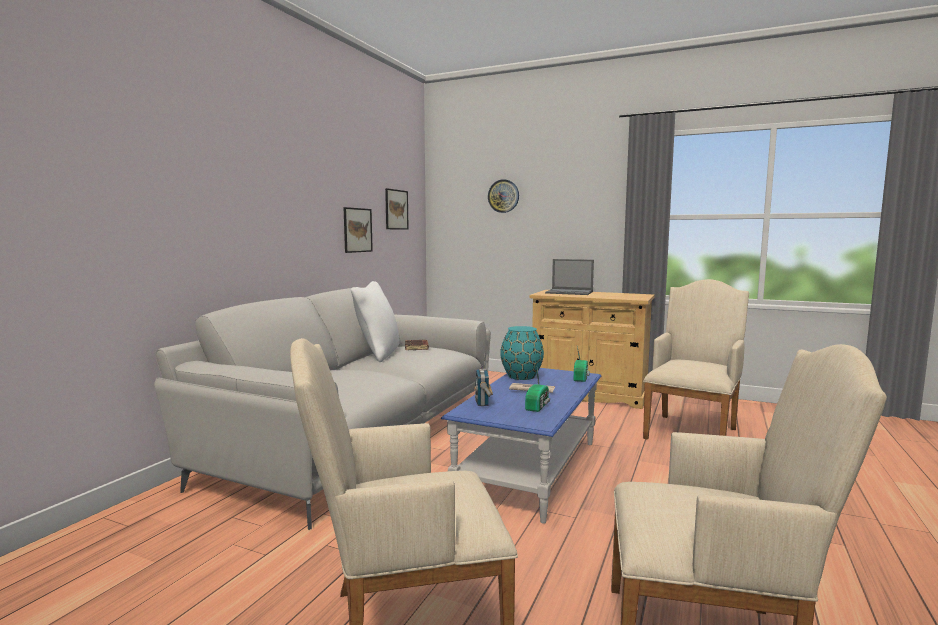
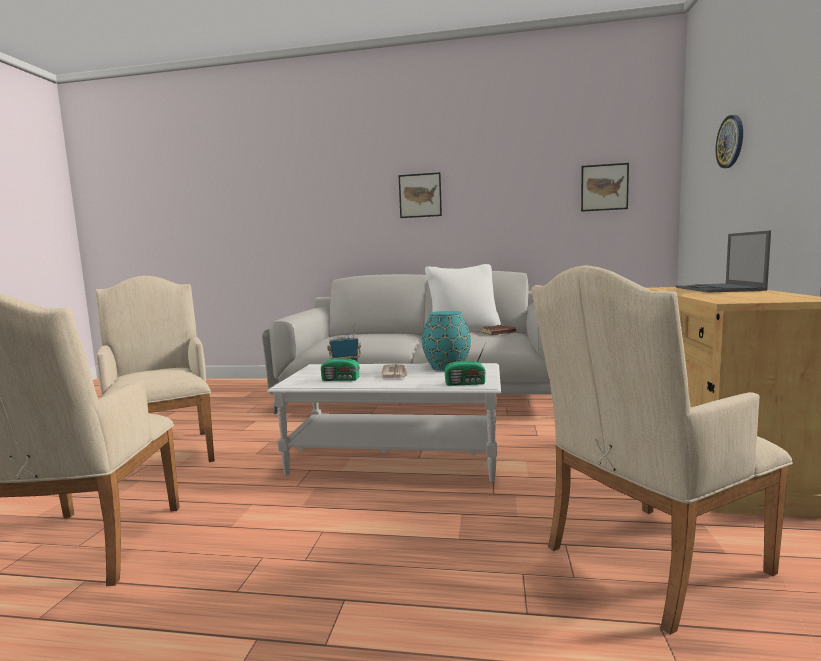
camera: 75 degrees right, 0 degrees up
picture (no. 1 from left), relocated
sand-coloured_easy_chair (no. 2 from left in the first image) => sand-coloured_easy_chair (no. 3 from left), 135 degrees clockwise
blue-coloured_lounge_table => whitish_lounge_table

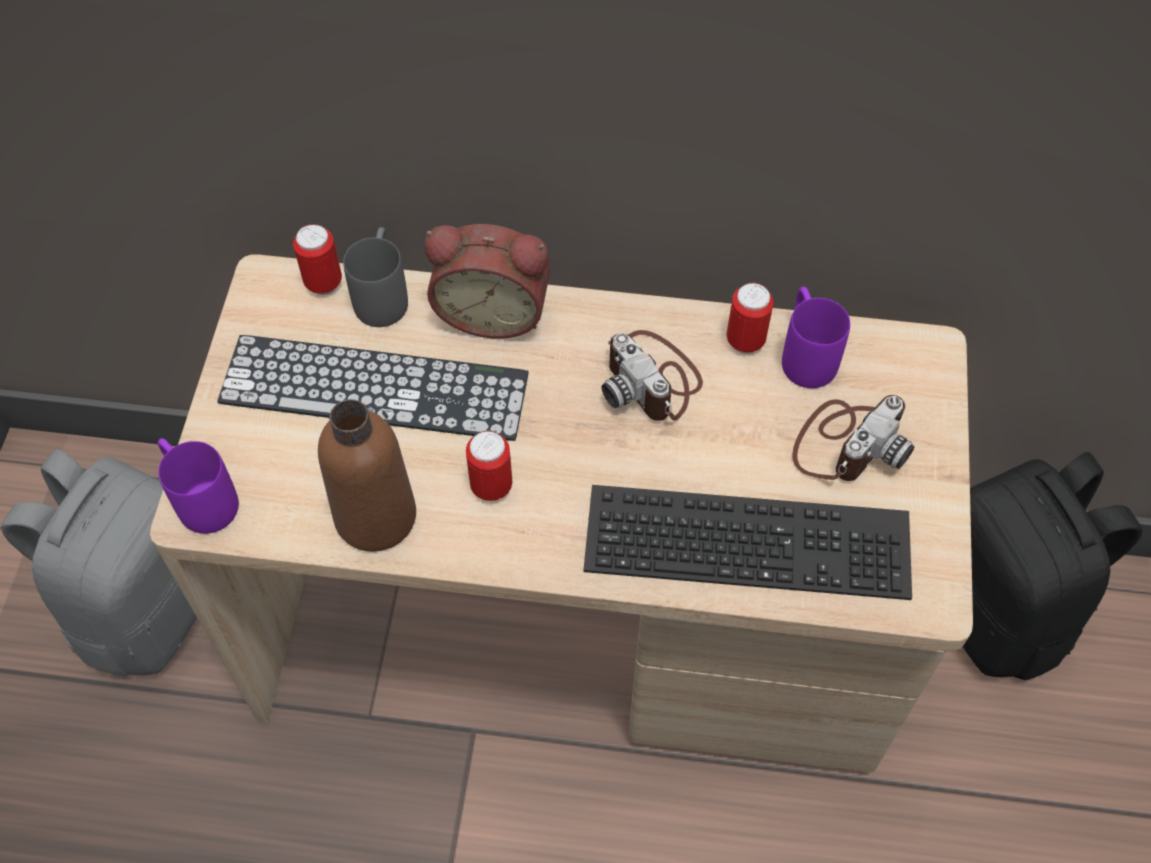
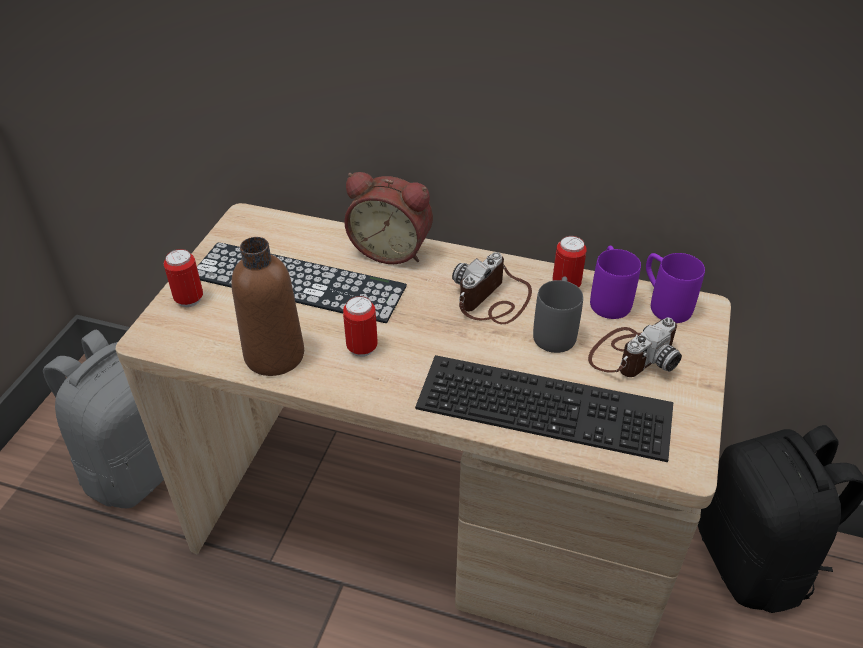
camera: 10 degrees right, 15 degrees down
metal_can (no. 1 from left), relocated
greyish_mug, relocated
still_camera (no. 1 from left), 60 degrees clockwise
purple-coloured_mug (no. 1 from left in the first image) => purple-coloured_mug (no. 2 from left), relocated

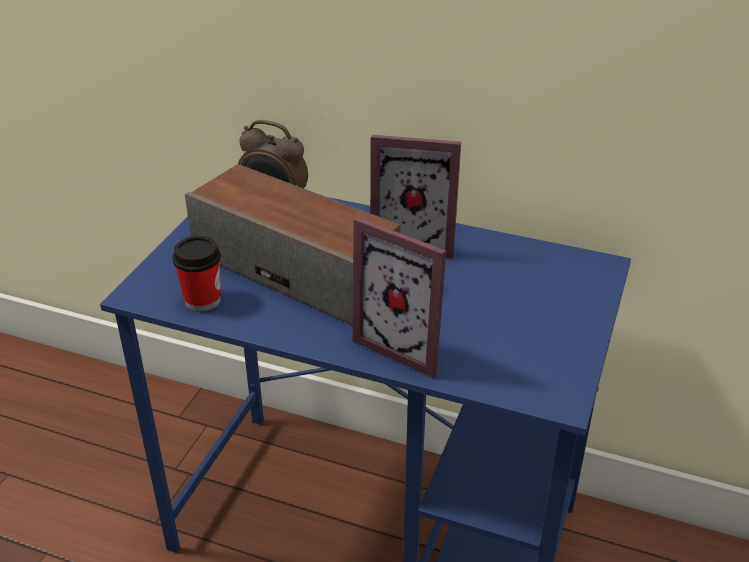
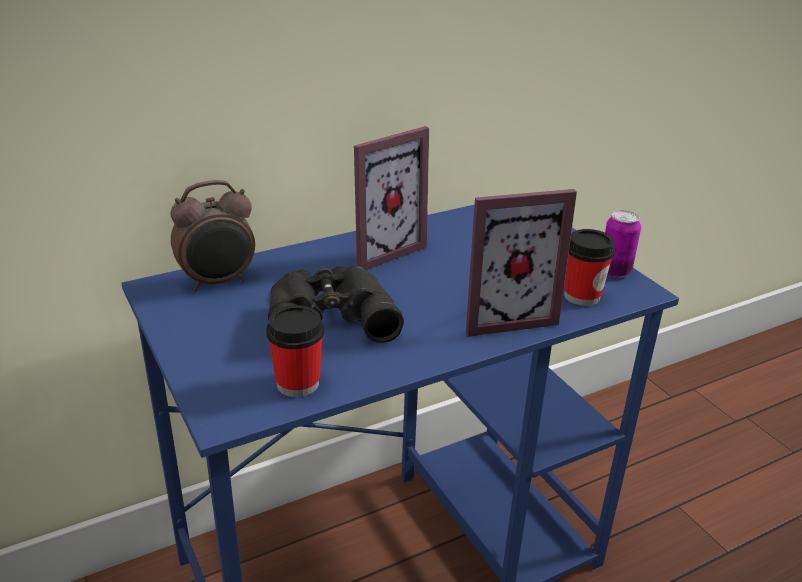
camera: 50 degrees left, 5 degrees down
audio_speaker => black-coloured_field_glasses
nothing => metal_can
nothing => cup (no. 2 from left)

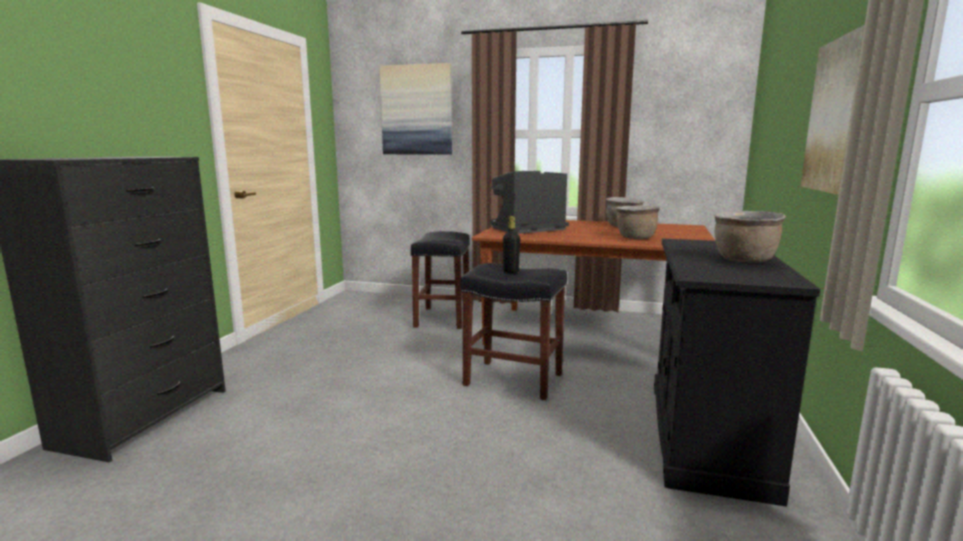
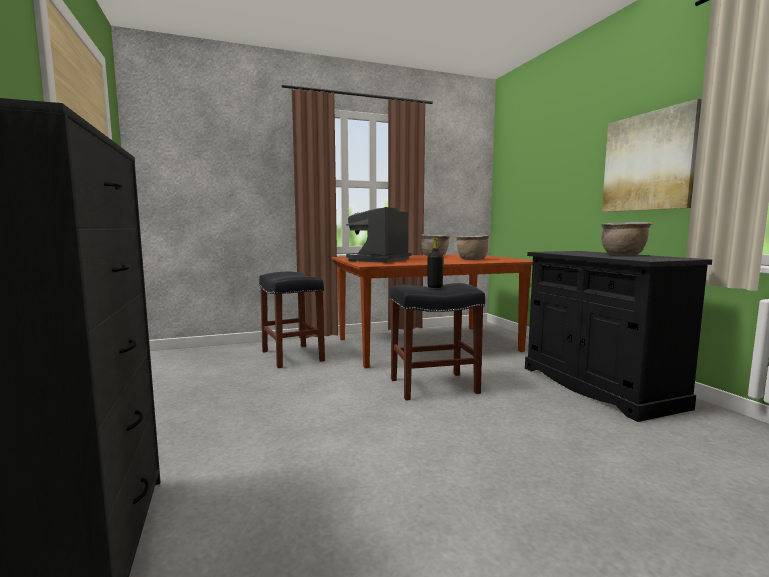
camera: 35 degrees left, 5 degrees down
picture (no. 1 from left) => nothing

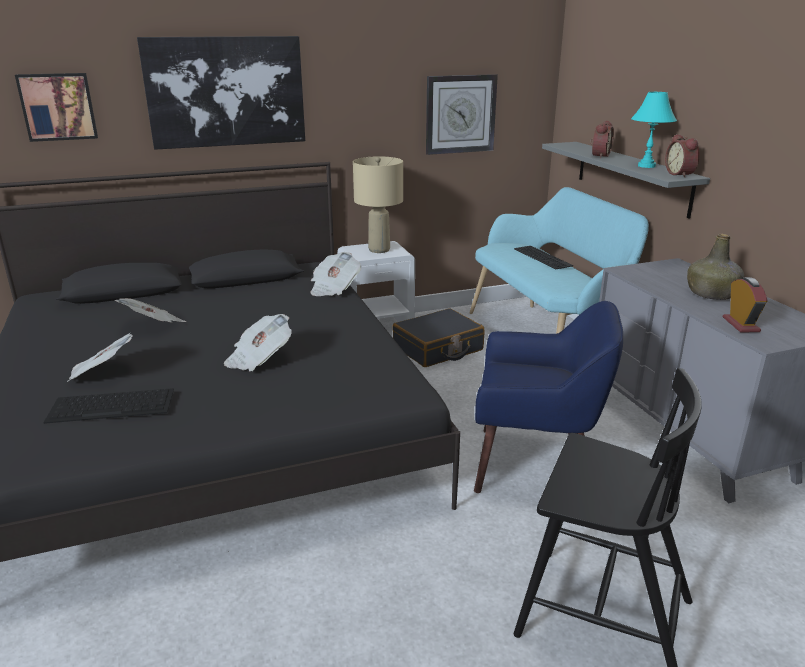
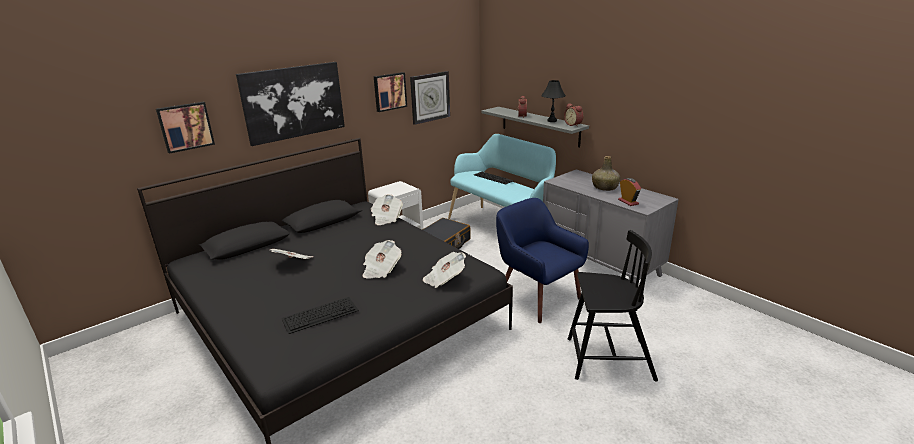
camera: 20 degrees left, 0 degrees up
blue-green_lamp_for_a_table => black-coloured_lamp_for_a_table
sand-coloured_lamp_for_a_table => nothing
blue-coloured_easy_chair, 120 degrees counterclockwise
daily_paper (no. 1 from left in the first image) => daily_paper (no. 4 from left), relocated
nothing => picture (no. 3 from left)

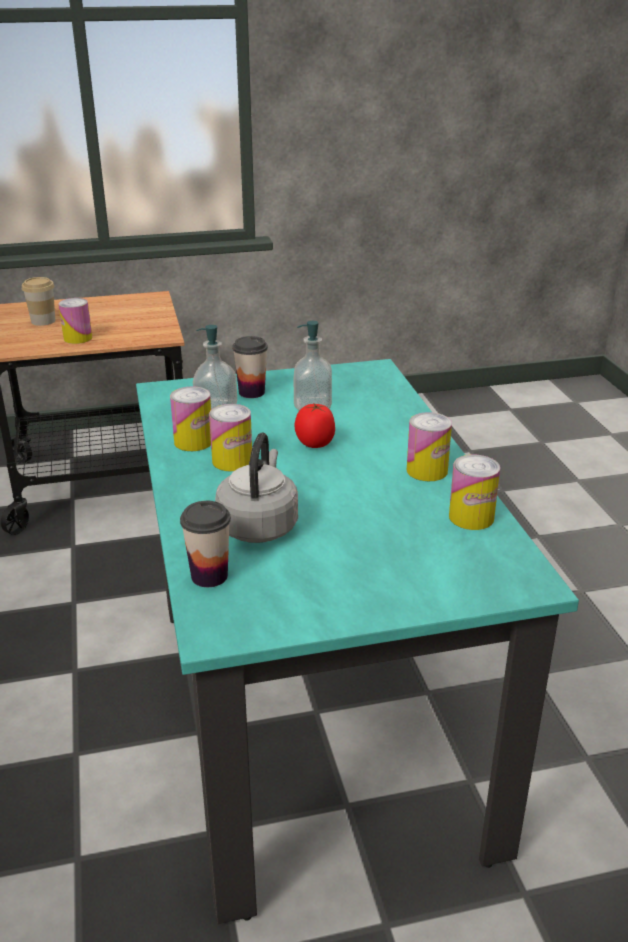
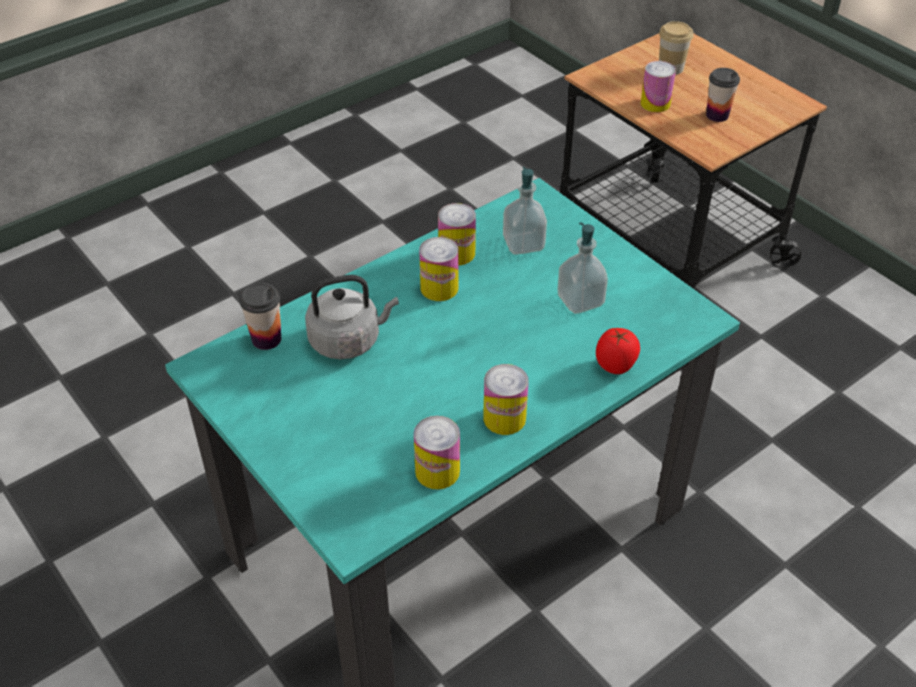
camera: 65 degrees right, 15 degrees up
cup (no. 3 from left), relocated
whole_tomato, relocated

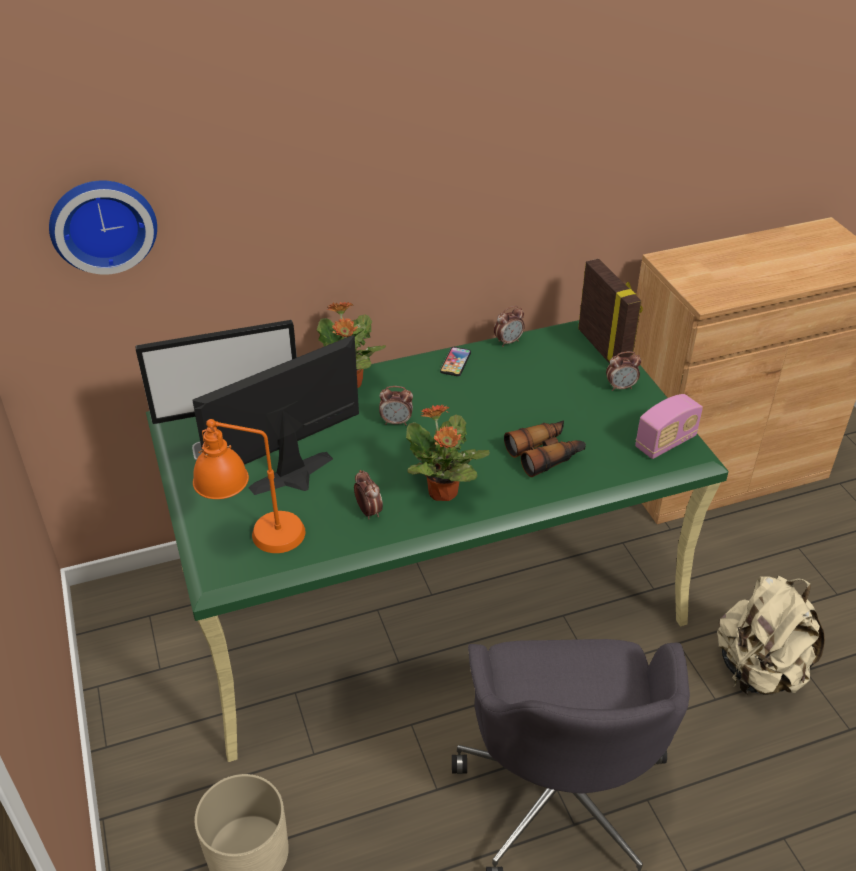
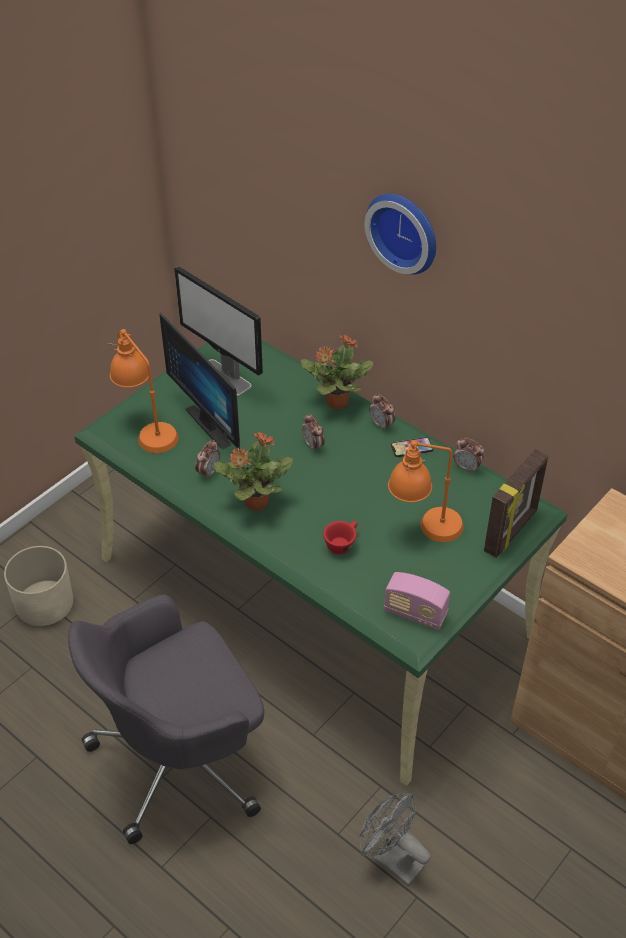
camera: 60 degrees right, 5 degrees up
wall_clock, relocated
computer_display (no. 2 from left in the first image) => computer_display (no. 1 from left), 150 degrees counterclockwise
table_clock (no. 4 from left in the first image) => table_clock (no. 3 from left), relocated
field_glasses => reddish_cup
sand-coloured_knapsack => greyish_electric_fan
nothing => orange-coloured_lamp_for_a_table (no. 2 from left)

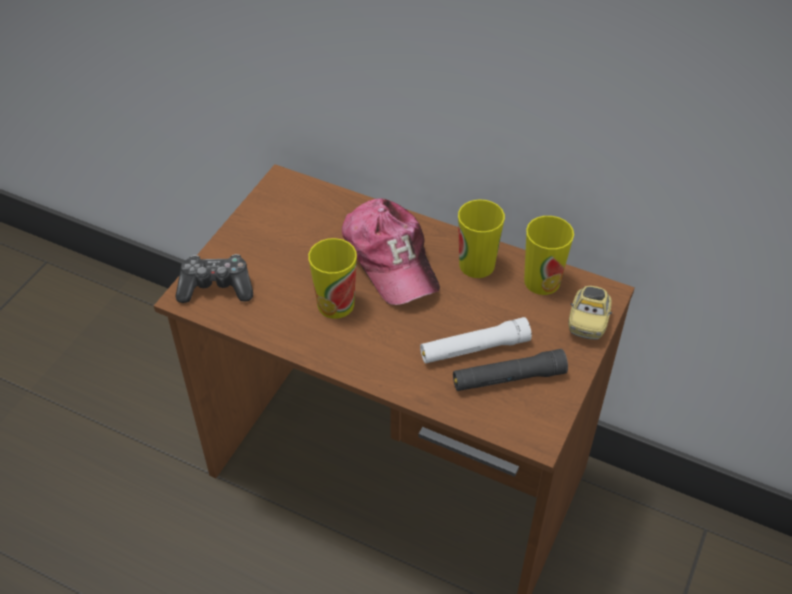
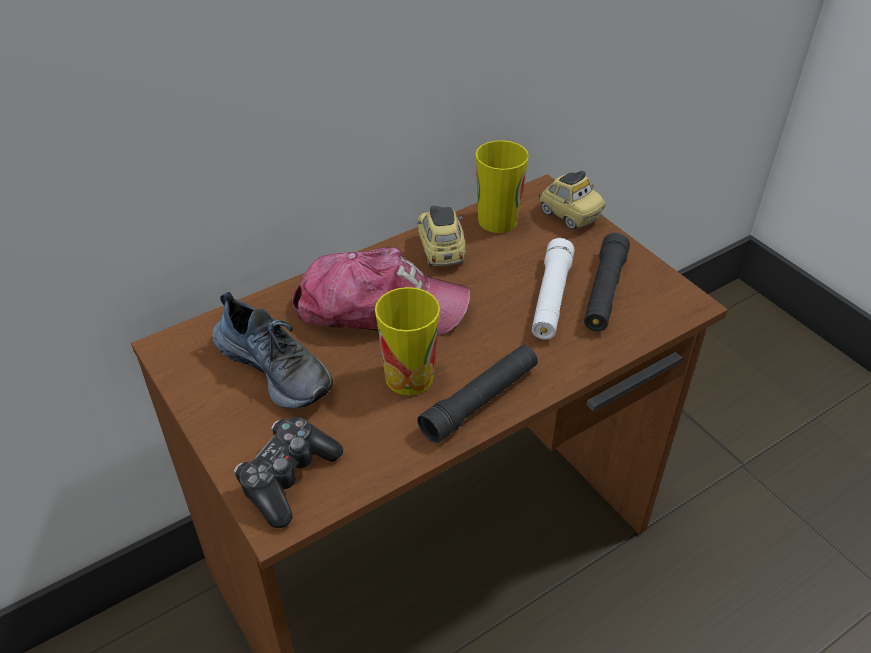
camera: 60 degrees left, 5 degrees down
cup (no. 2 from left) => model_car (no. 1 from left)
nothing => shoe
nothing => black-coloured_flashlight (no. 1 from left)

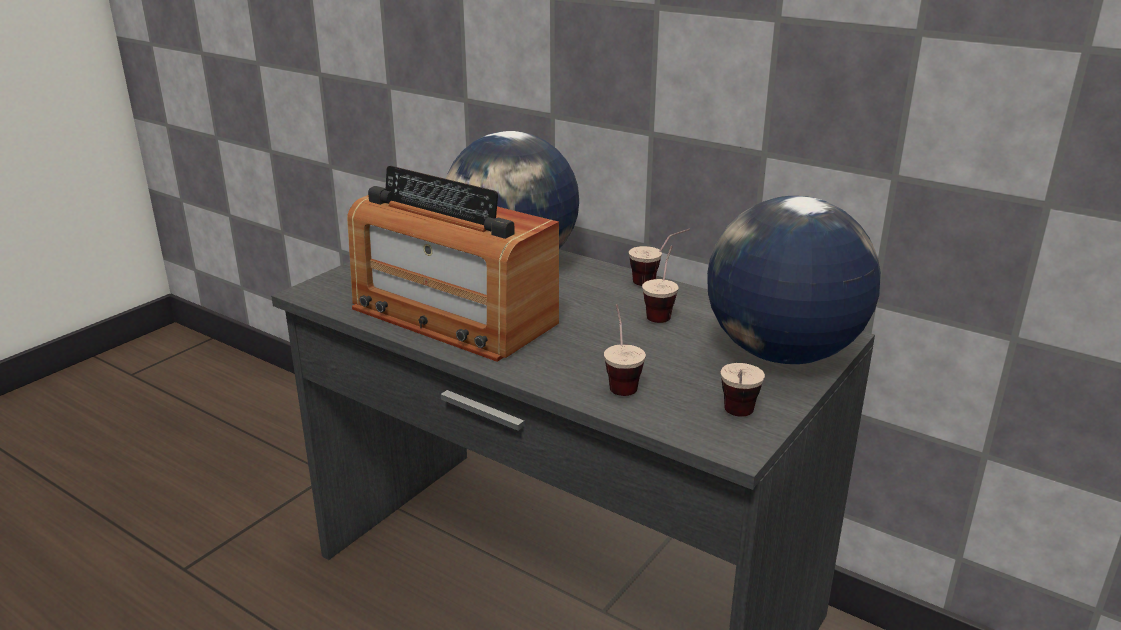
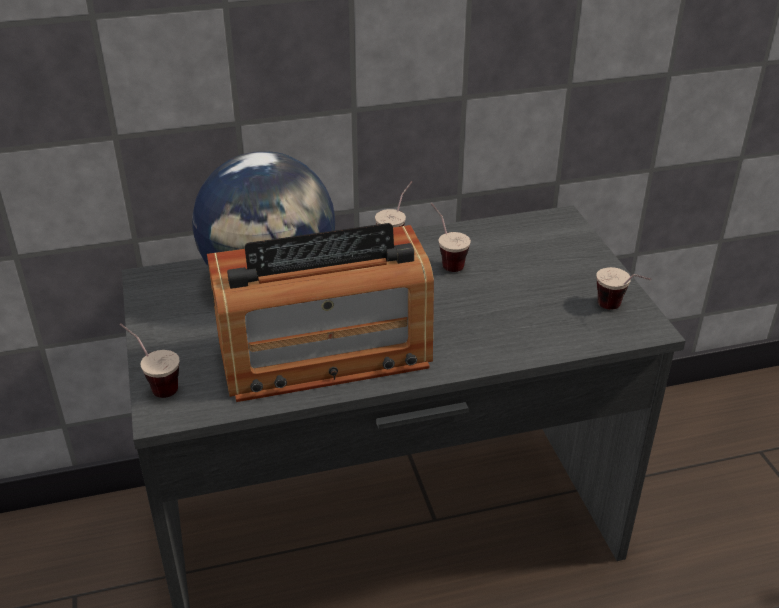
camera: 50 degrees left, 10 degrees up
world_globe (no. 2 from left) => nothing
cup (no. 1 from left), relocated

